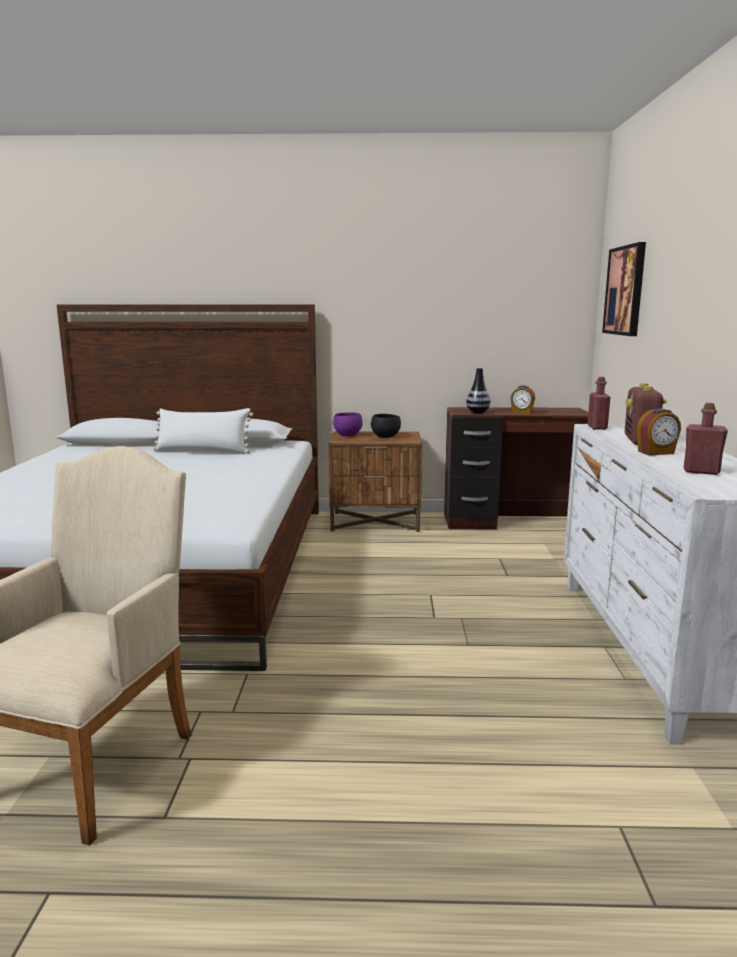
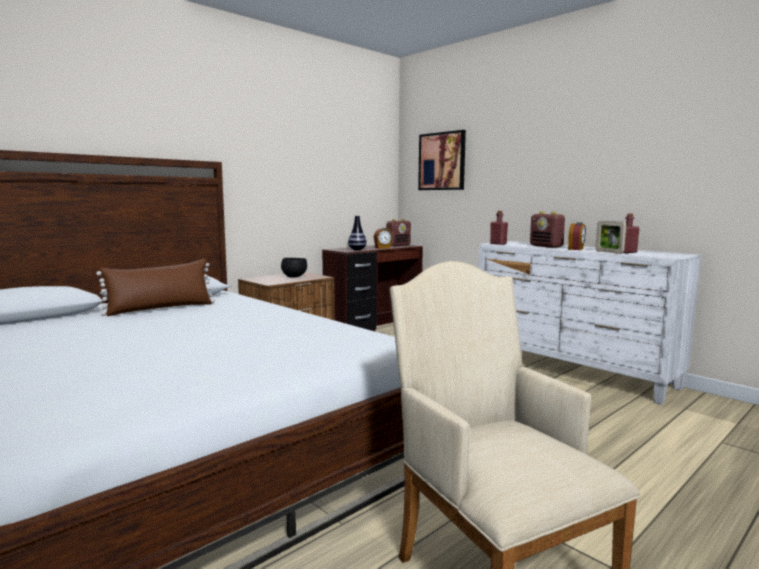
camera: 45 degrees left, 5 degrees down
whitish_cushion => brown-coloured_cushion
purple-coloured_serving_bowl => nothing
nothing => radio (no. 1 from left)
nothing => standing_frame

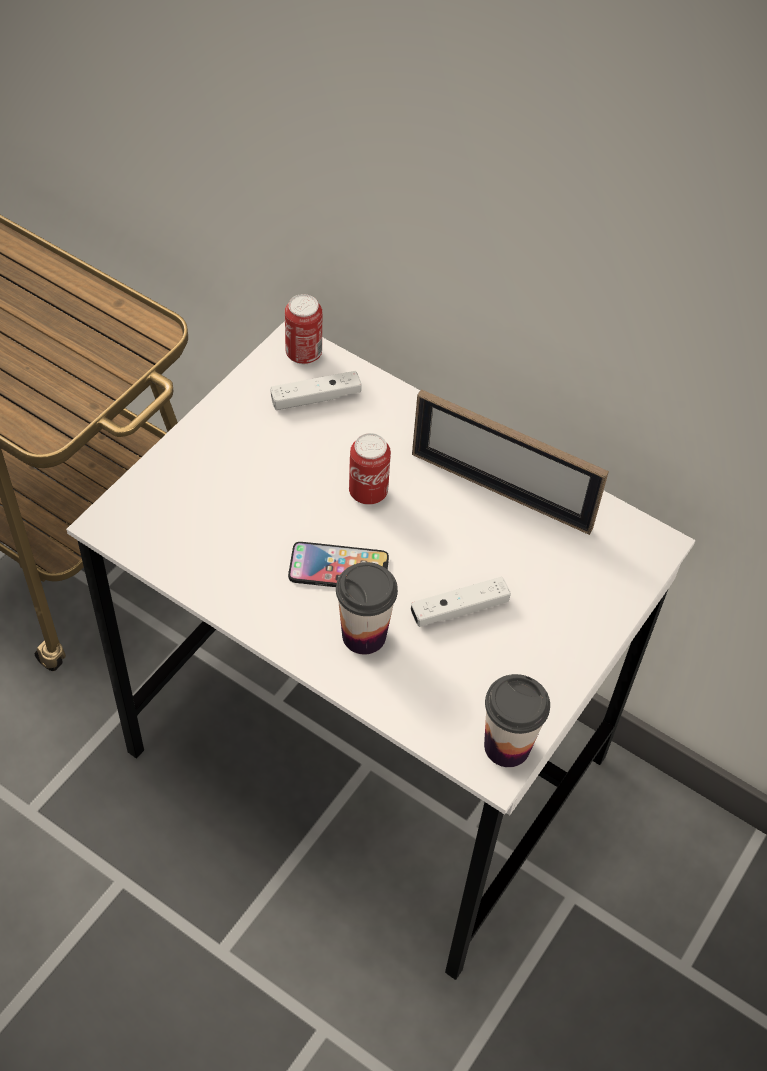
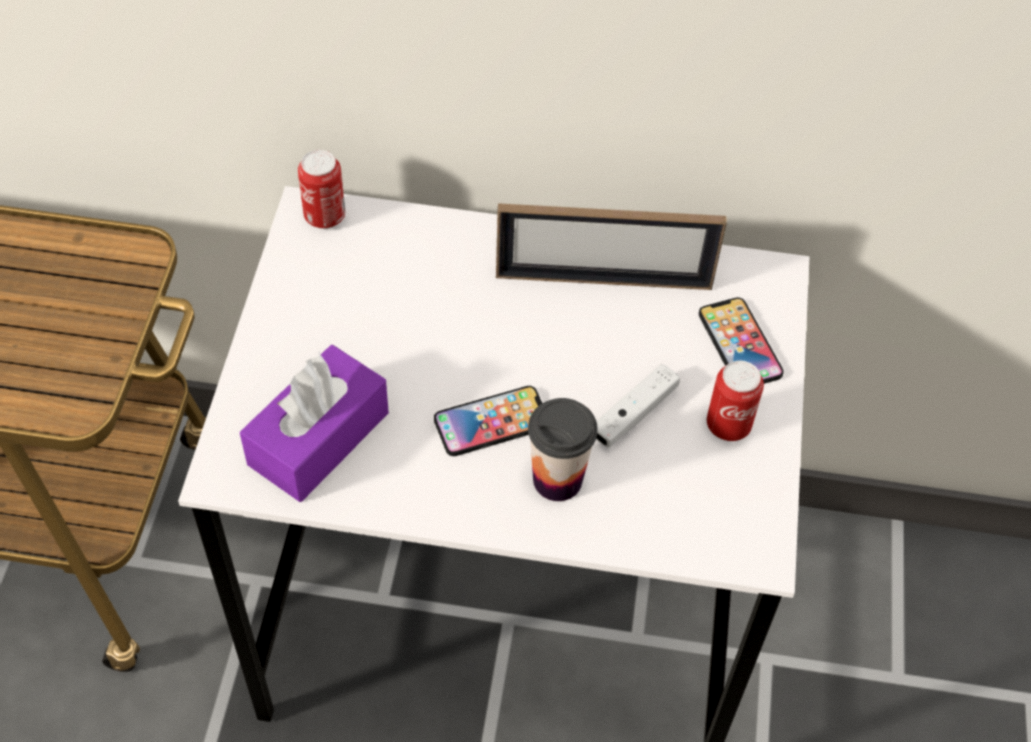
camera: 25 degrees left, 0 degrees up
whitish_joypad (no. 1 from left) => nothing
metal_can (no. 2 from left), relocated
cup (no. 2 from left) => nothing
nothing => handset (no. 2 from left)
nothing => purple-coloured_box_of_tissues

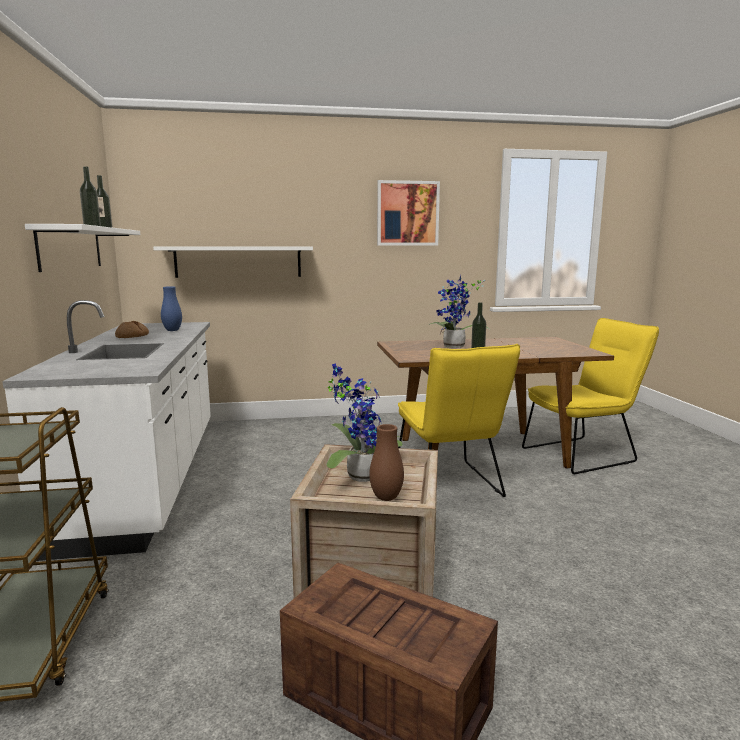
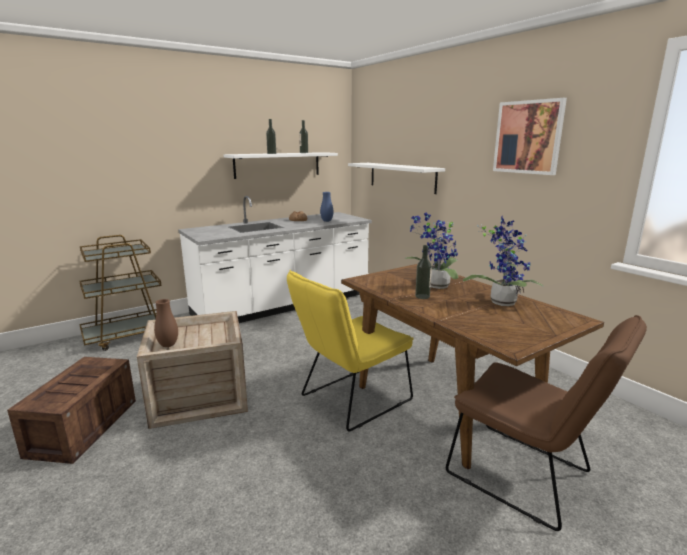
camera: 65 degrees right, 5 degrees up
yellow_chair (no. 2 from left) => brown-coloured_chair
houseplant (no. 1 from left in the first image) => houseplant (no. 2 from left), relocated

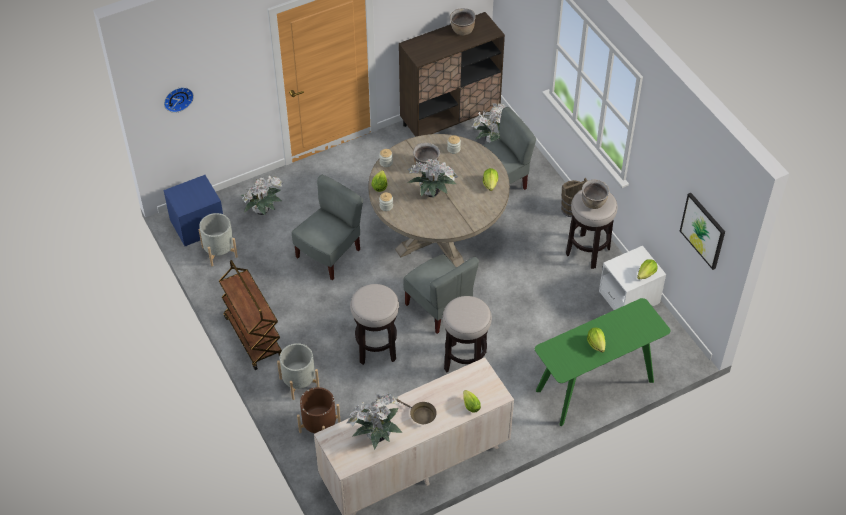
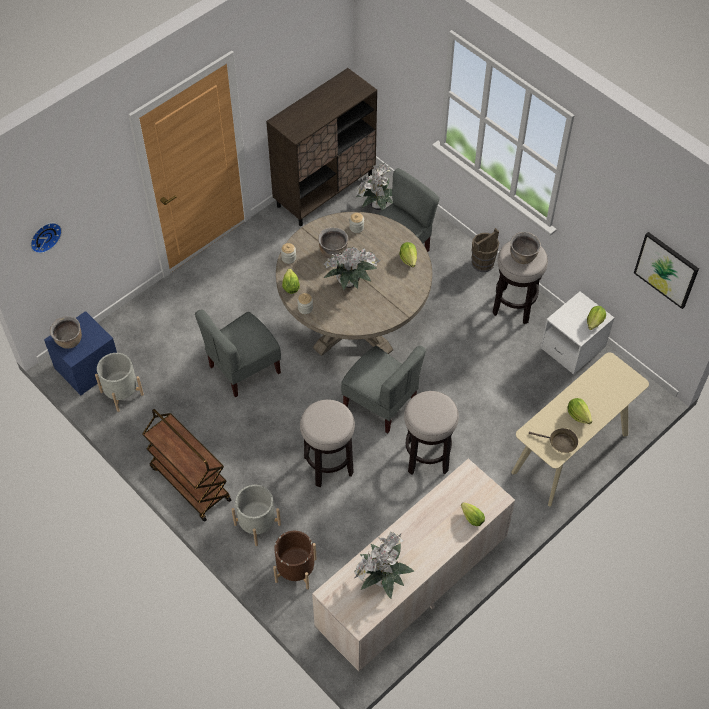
camera: 15 degrees left, 5 degrees up
brown-coloured_cooking_pot (no. 2 from left in the first image) => brown-coloured_cooking_pot (no. 1 from left), relocated
greyish_chair (no. 1 from left), 150 degrees counterclockwise
houseplant (no. 1 from left) => nothing
green_narrow_table => sand-coloured_narrow_table
brown-coloured_skillet, relocated

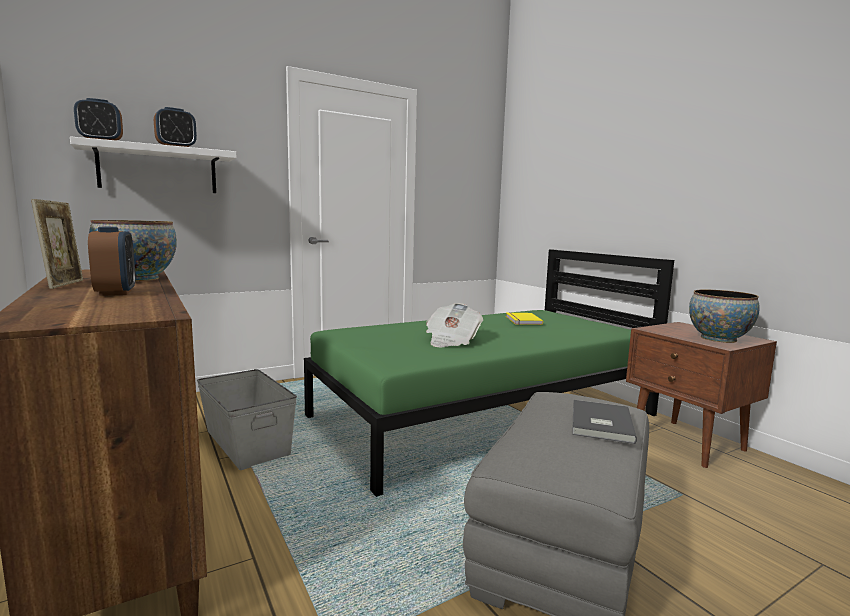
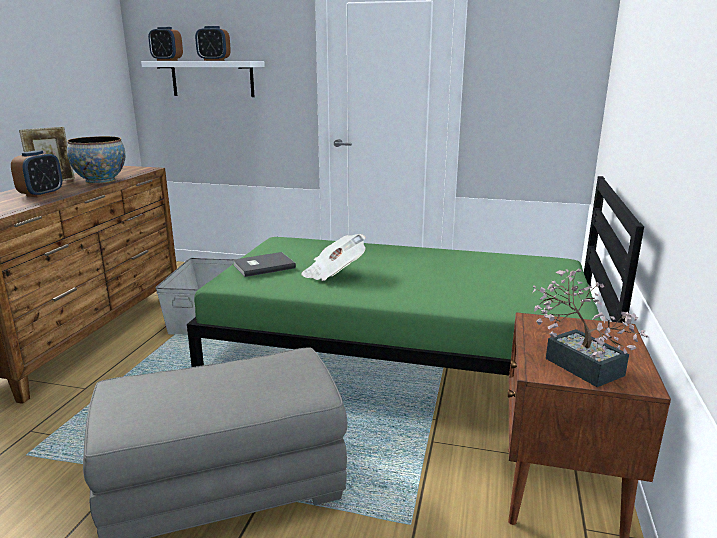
camera: 45 degrees right, 10 degrees up
serving_bowl (no. 2 from left) => houseplant
yellow_volume => nothing
greyish_volume, relocated

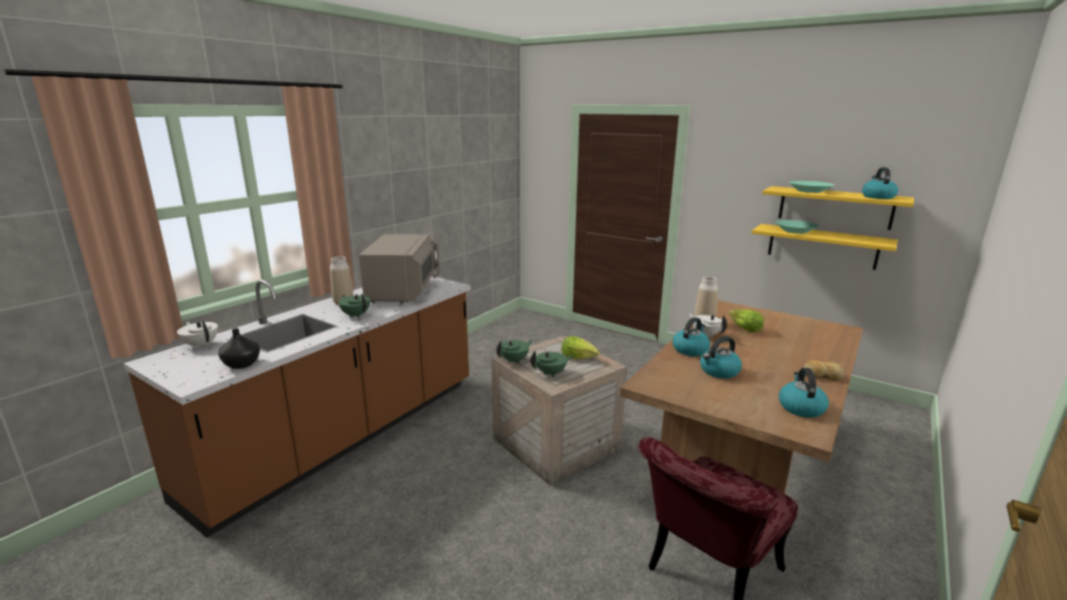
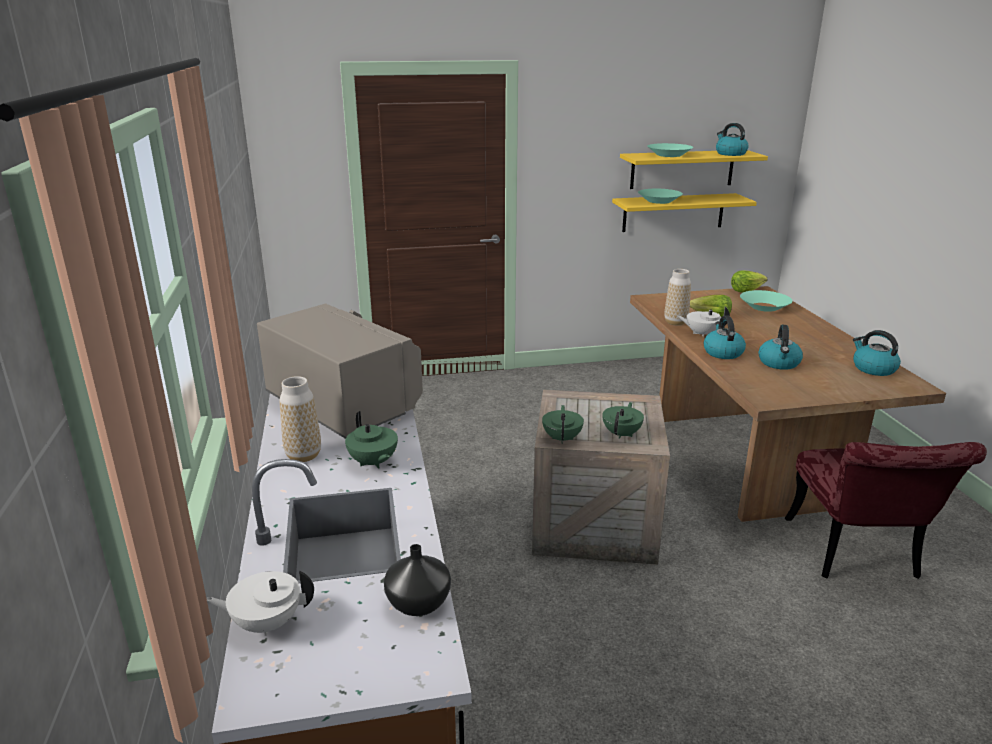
camera: 45 degrees left, 5 degrees up
green_tea_pot (no. 1 from left), 120 degrees counterclockwise
lettuce_head (no. 1 from left in the first image) => lettuce_head (no. 2 from left), relocated
bakery_bread => nothing
nothing => blue-green_serving_bowl (no. 3 from left)

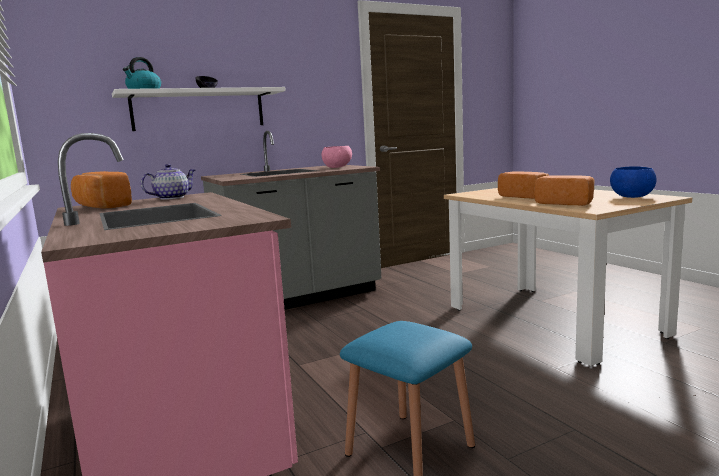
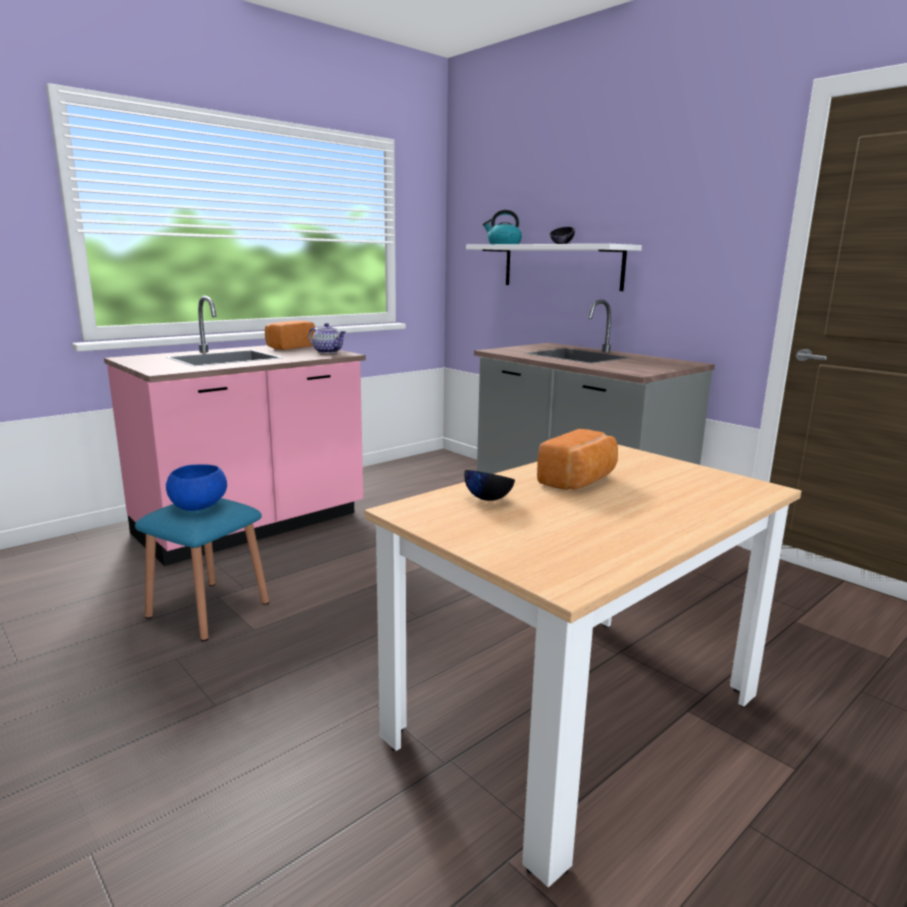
camera: 75 degrees right, 5 degrees up
pink-coloured_serving_bowl => nothing
blue-coloured_serving_bowl, relocated
bakery_bread (no. 3 from left) => black-coloured_serving_bowl (no. 1 from left)

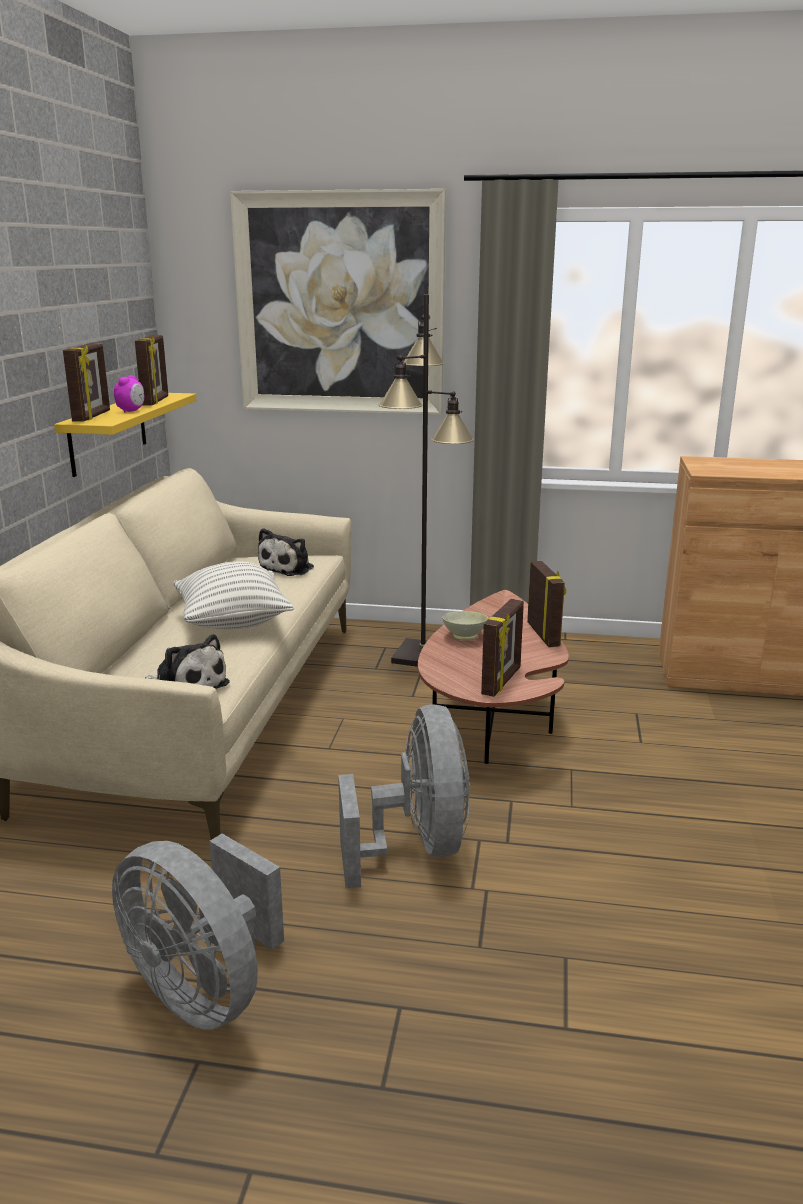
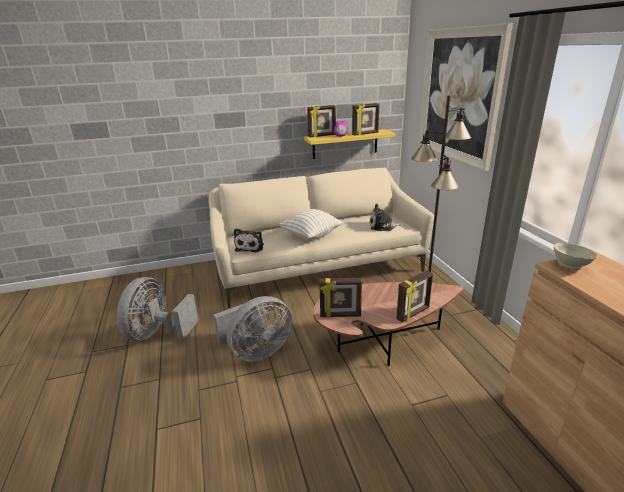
camera: 65 degrees right, 5 degrees up
sand-coloured_serving_bowl, relocated

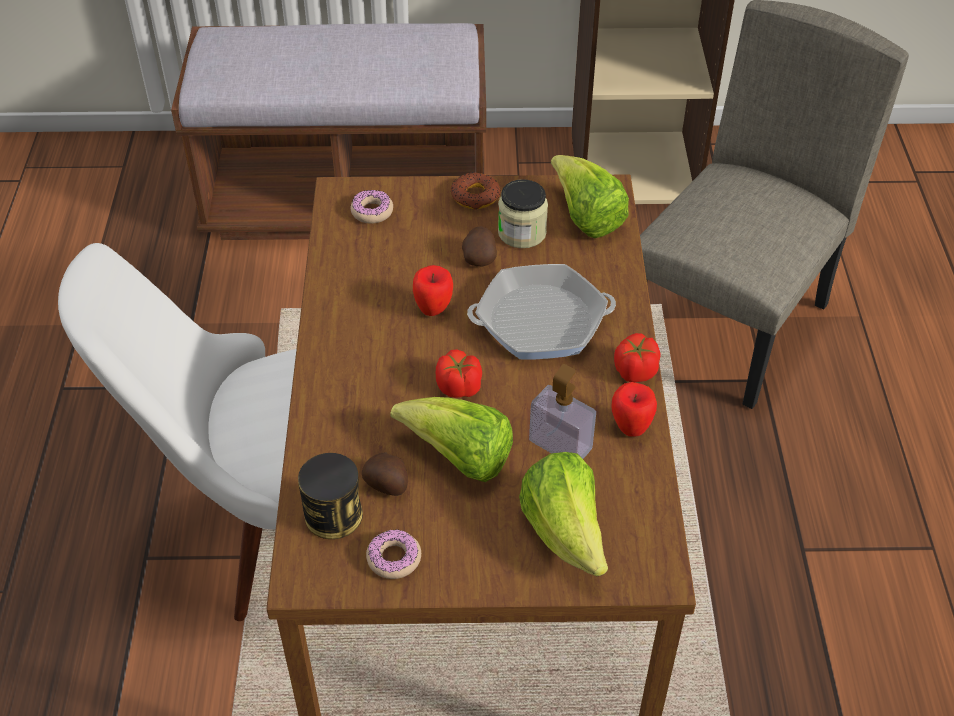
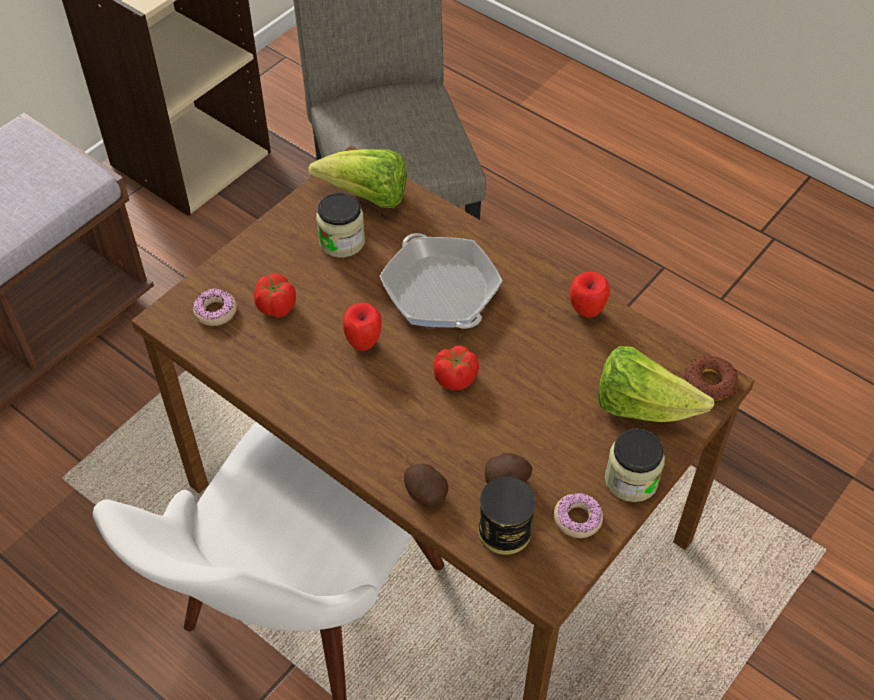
camera: 50 degrees left, 5 degrees up
donut (no. 3 from left), relocated
spud (no. 2 from left in the first image) => spud (no. 1 from left), relocated
skillet, 60 degrees counterclockwise
whole_tomato (no. 2 from left in the first image) => whole_tomato (no. 1 from left), relocated
soap_dispenser => nothing
lettuce_head (no. 1 from left) => nothing
nothing => jar (no. 2 from left)

